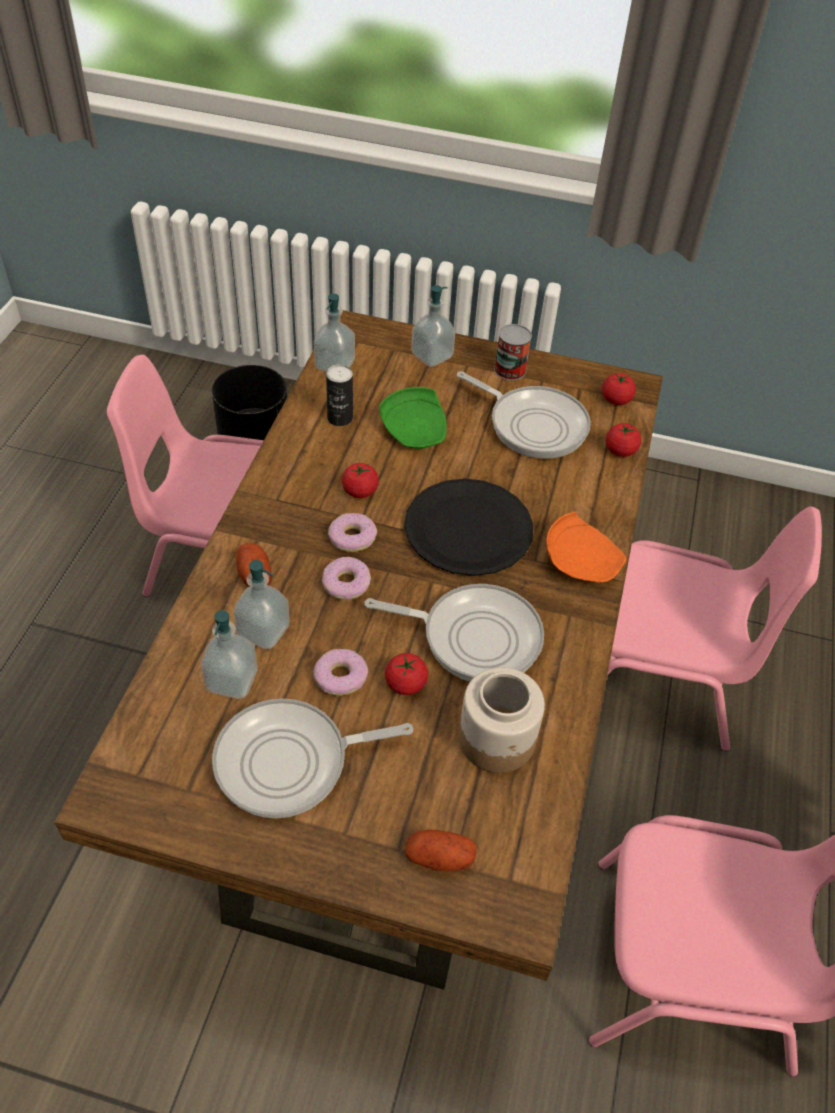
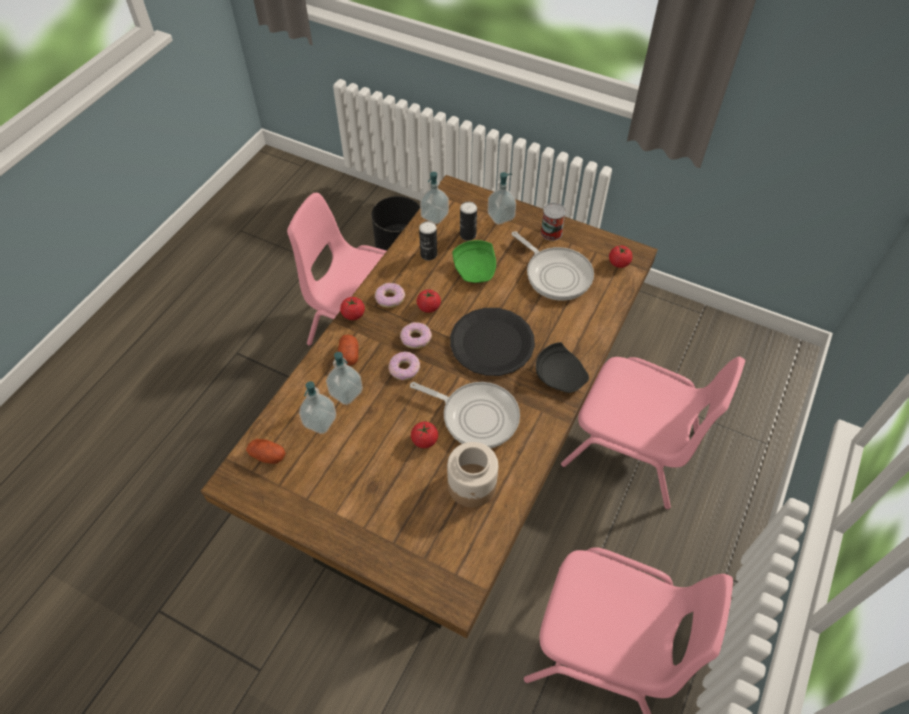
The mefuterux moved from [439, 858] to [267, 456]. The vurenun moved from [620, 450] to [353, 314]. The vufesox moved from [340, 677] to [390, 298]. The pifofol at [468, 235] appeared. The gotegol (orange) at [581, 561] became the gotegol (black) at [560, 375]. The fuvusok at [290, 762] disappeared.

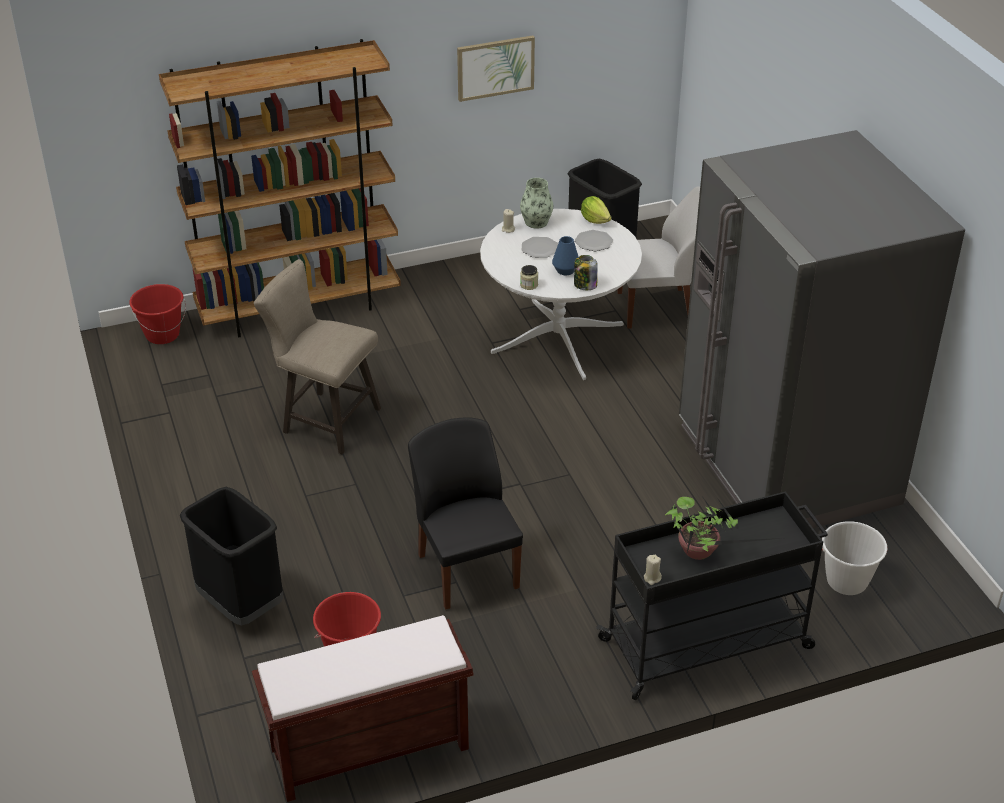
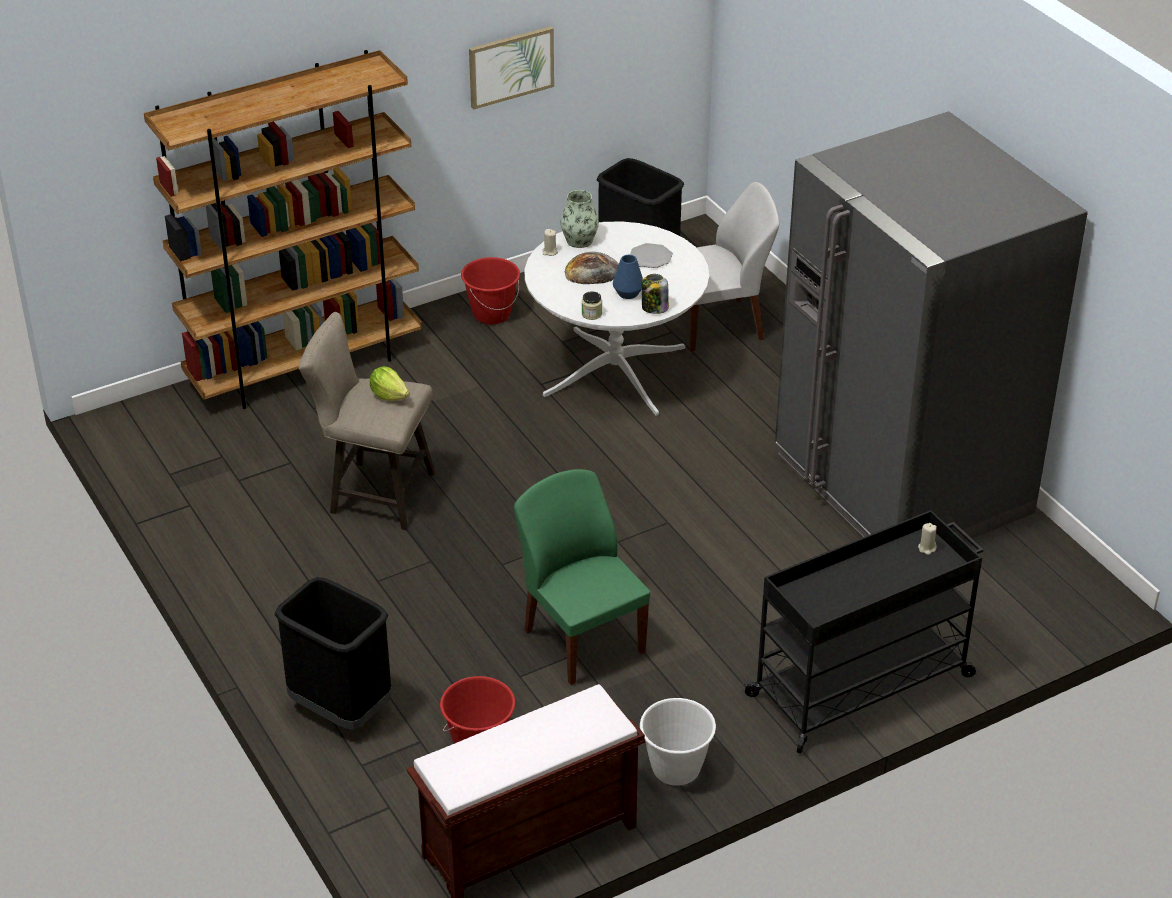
The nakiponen moved from [595, 220] to [389, 395]. The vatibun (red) moved from [162, 335] to [491, 314]. The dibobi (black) at [467, 569] became the dibobi (green) at [583, 639]. The gotegol at [540, 248] was replaced by the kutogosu at [592, 271]. The vatibun (white) moved from [847, 582] to [676, 769]. The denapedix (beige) moved from [652, 578] to [927, 548]. The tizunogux at [700, 553] disappeared.

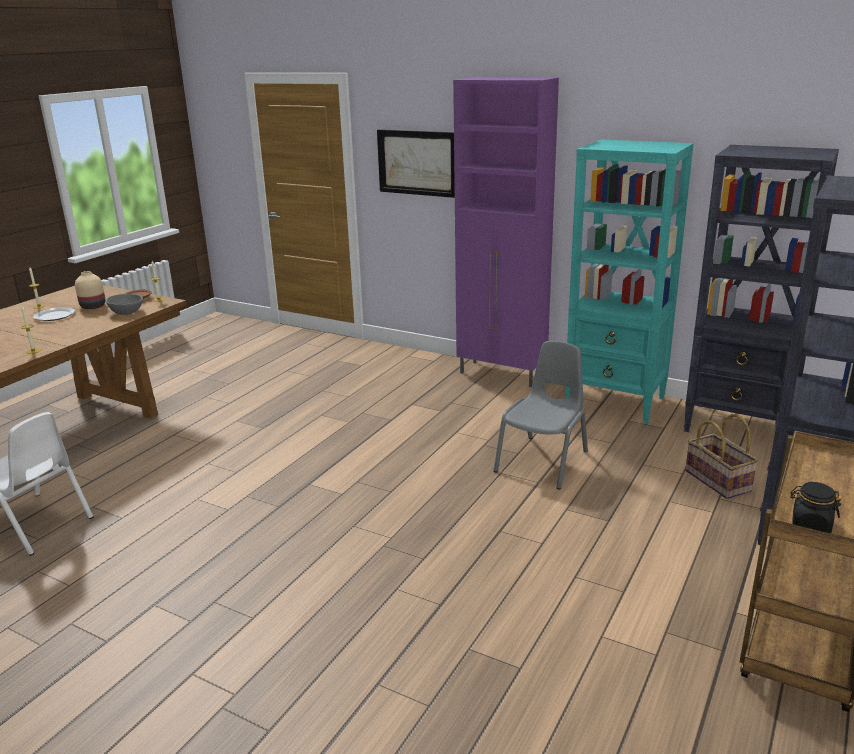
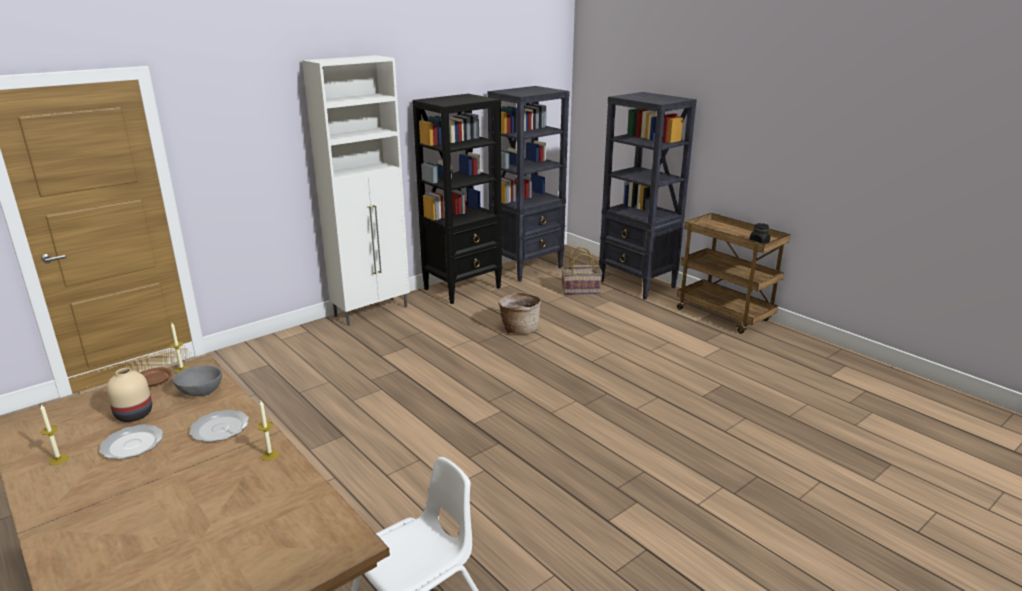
The gotegol at [220, 428] appeared. The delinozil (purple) at [502, 374] became the delinozil (white) at [372, 311]. The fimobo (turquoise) at [616, 402] became the fimobo (black) at [463, 288]. The dibobi (grey) at [543, 461] was replaced by the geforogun at [519, 329]. The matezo at [417, 162] disappeared.

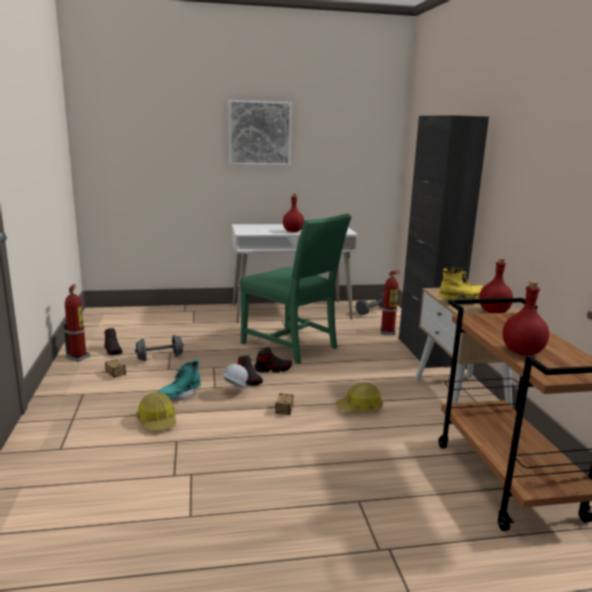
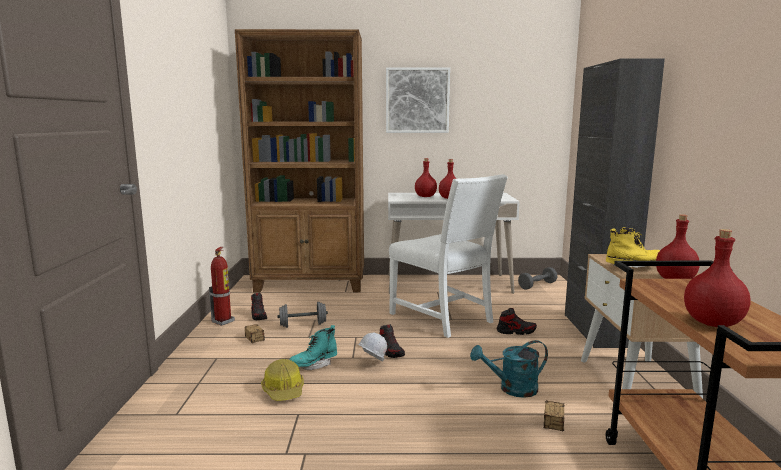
The fimobo (brown) at [311, 284] appeared. The dibobi (green) at [292, 345] became the dibobi (white) at [444, 318]. The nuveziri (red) at [425, 196] appeared. The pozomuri at [360, 407] was replaced by the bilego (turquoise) at [512, 389]. The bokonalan moved from [273, 369] to [516, 331]. The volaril moved from [281, 417] to [553, 433]. The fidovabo at [388, 332] disappeared.

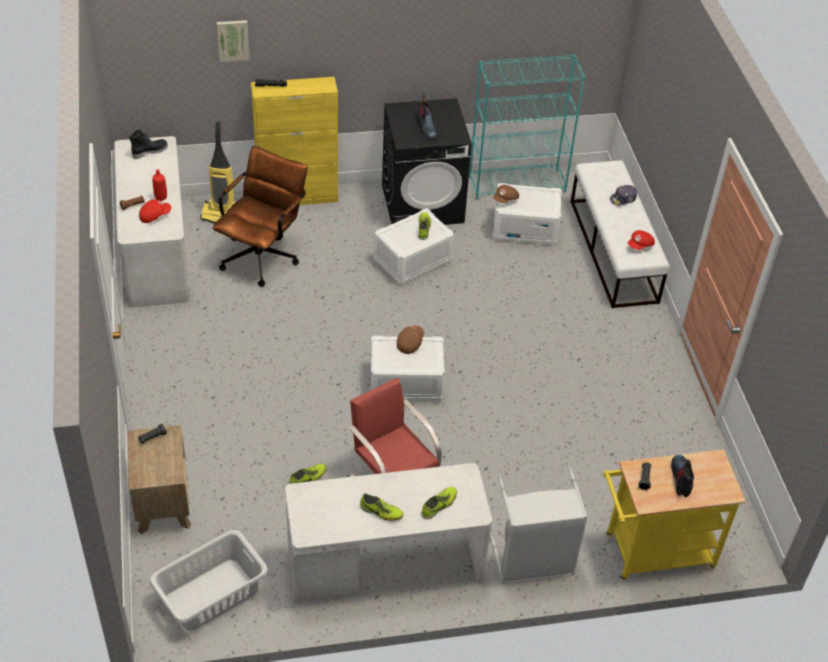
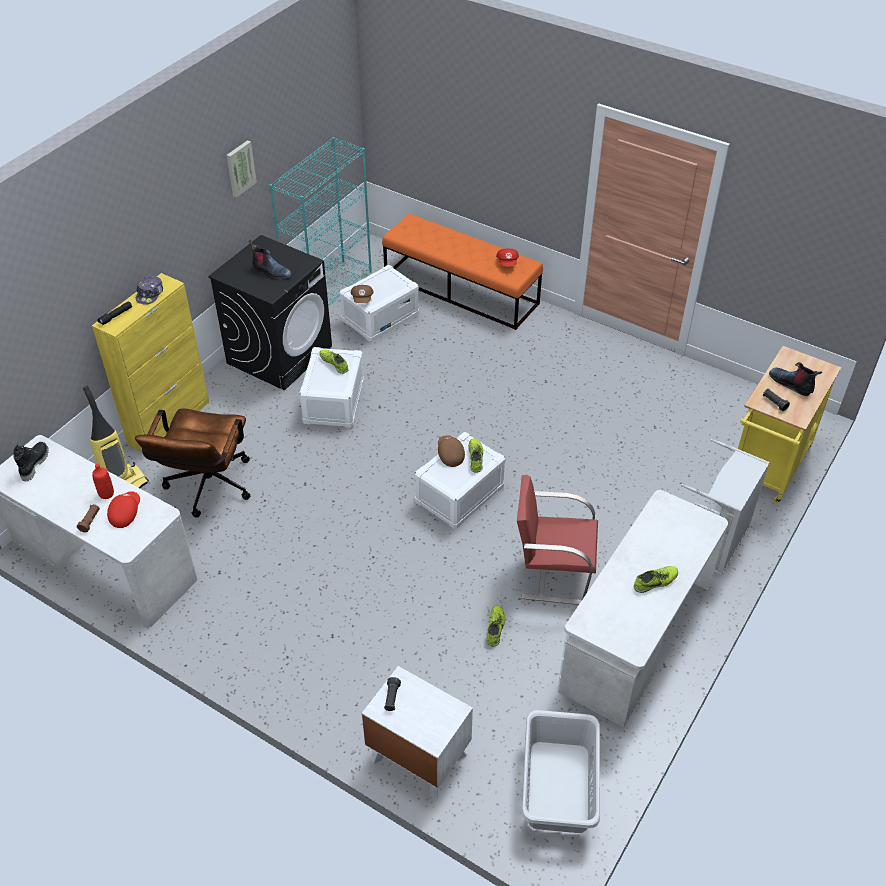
The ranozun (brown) at [263, 254] turned 150 degrees counterclockwise. The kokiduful moved from [623, 199] to [150, 294]. The matezo moved from [233, 40] to [240, 168]. The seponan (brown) at [163, 503] became the seponan (white) at [418, 757]. The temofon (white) at [613, 251] became the temofon (orange) at [461, 290]. The bokonalan moved from [439, 505] to [475, 457].

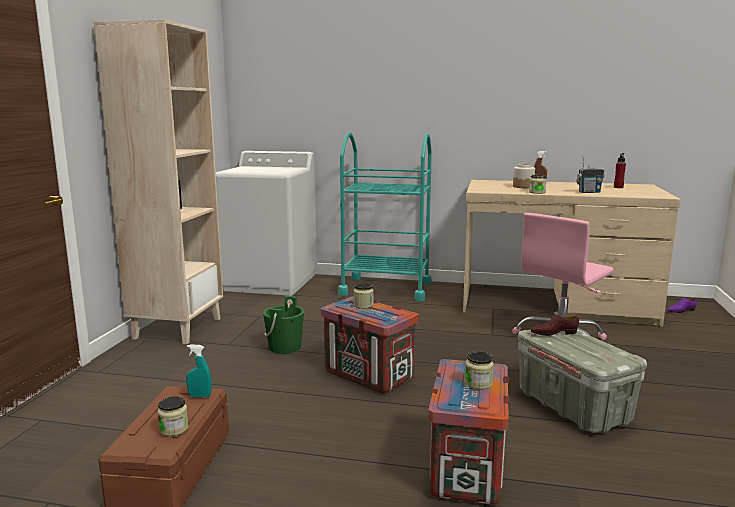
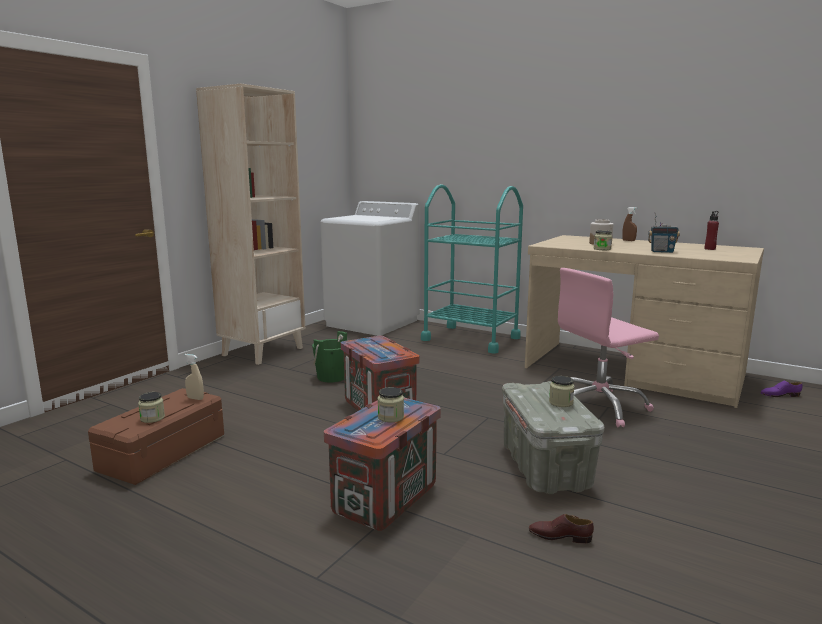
The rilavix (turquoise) at [200, 396] became the rilavix (beige) at [195, 398]. The bokonalan (brown) moved from [553, 333] to [560, 536]. The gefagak moved from [363, 305] to [561, 403].

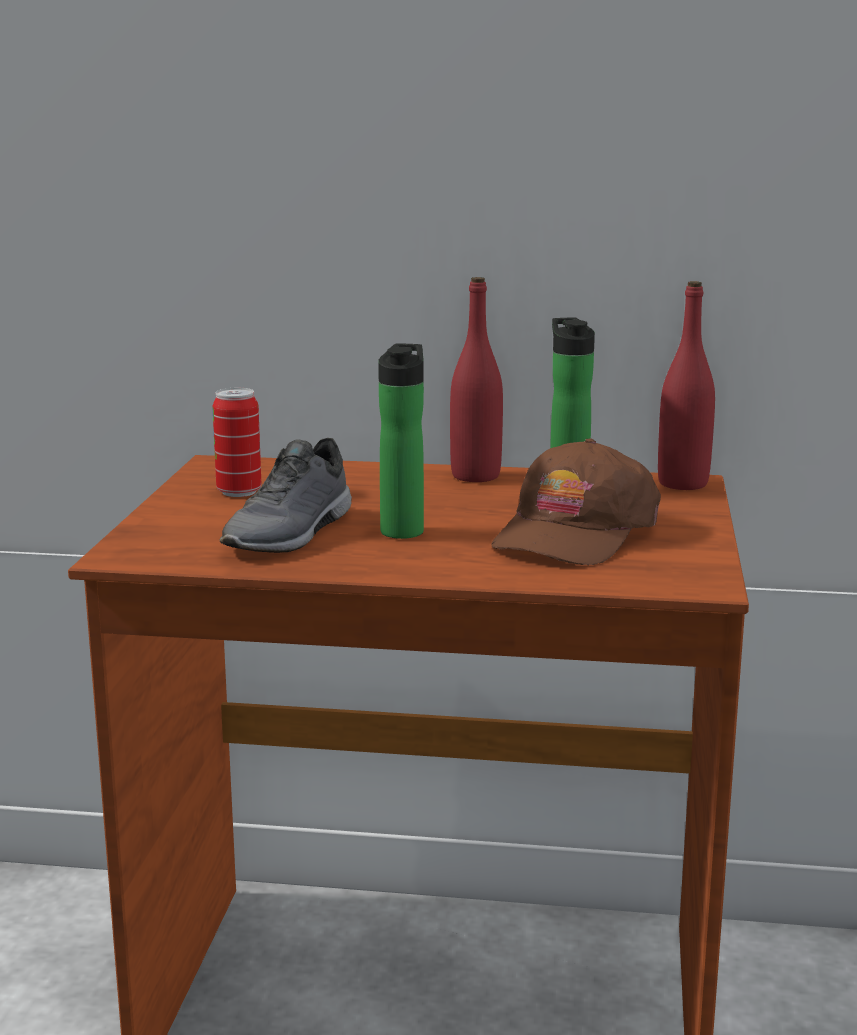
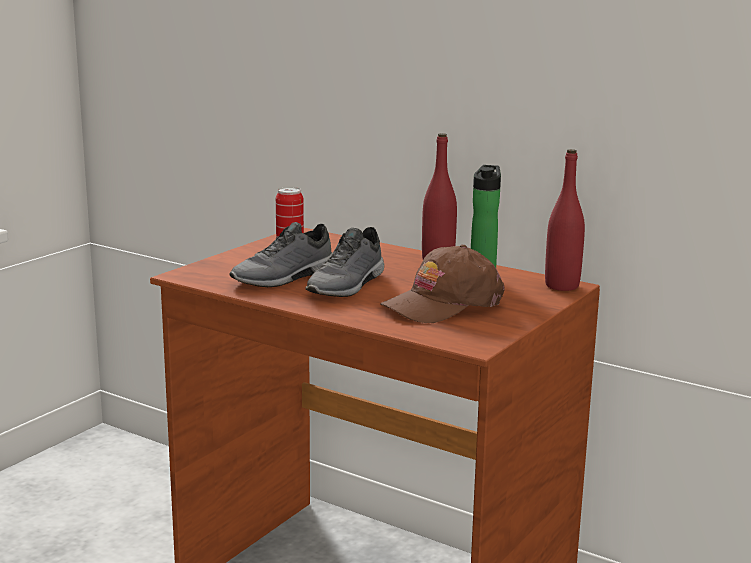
The nuveziri at [403, 530] was replaced by the bokonalan (grey) at [348, 285].

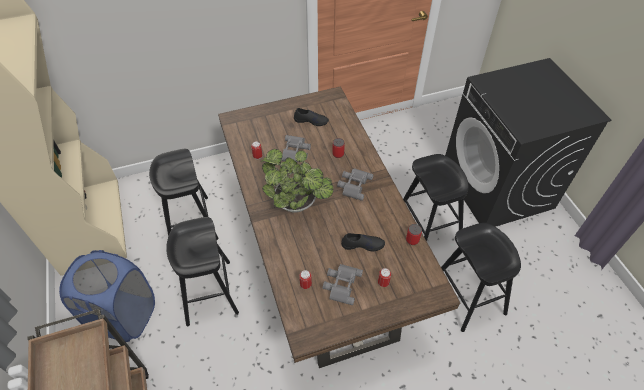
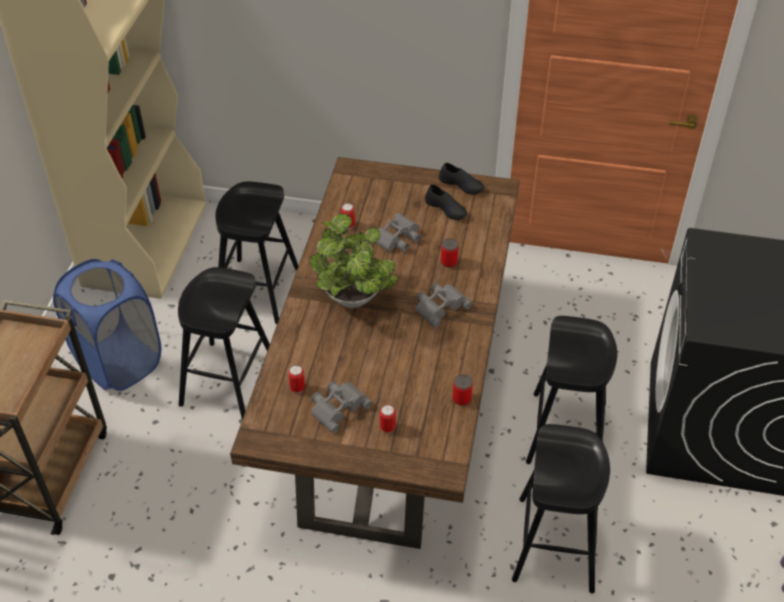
The bokonalan (black) moved from [362, 244] to [462, 185].

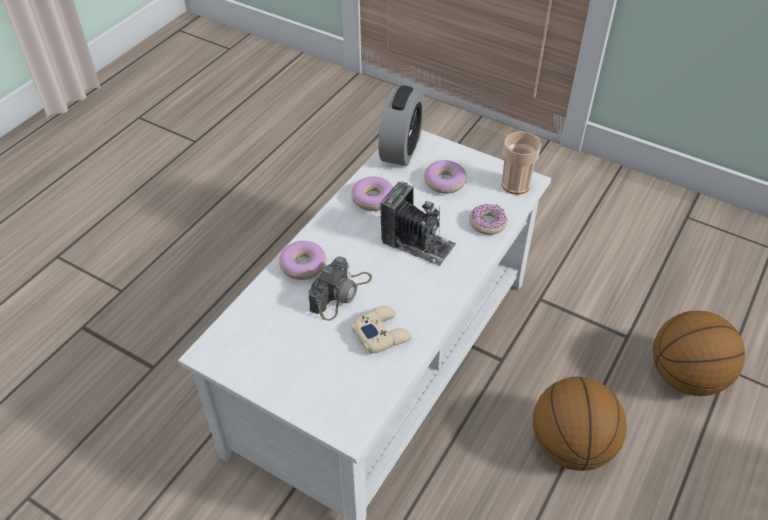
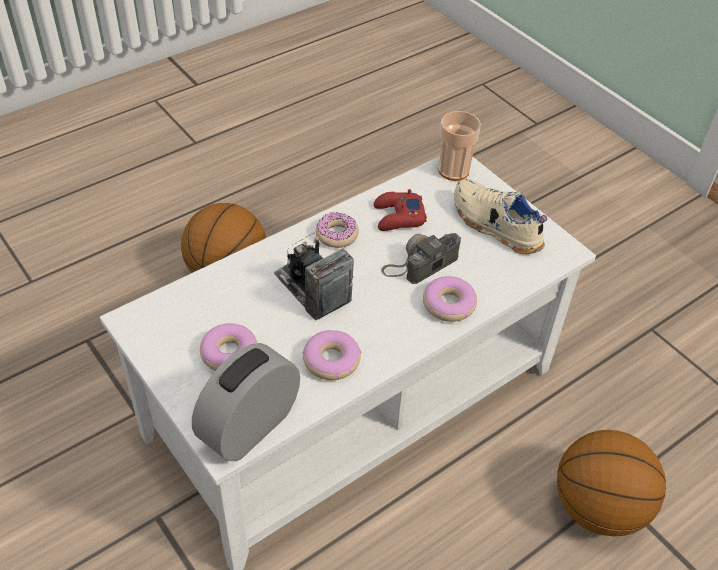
The vufesox moved from [487, 223] to [337, 235]. The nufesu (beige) at [381, 334] became the nufesu (red) at [398, 217]. The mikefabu moved from [515, 185] to [453, 171]. The bokonalan (beige) at [494, 226] appeared. The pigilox moved from [686, 377] to [597, 507].

